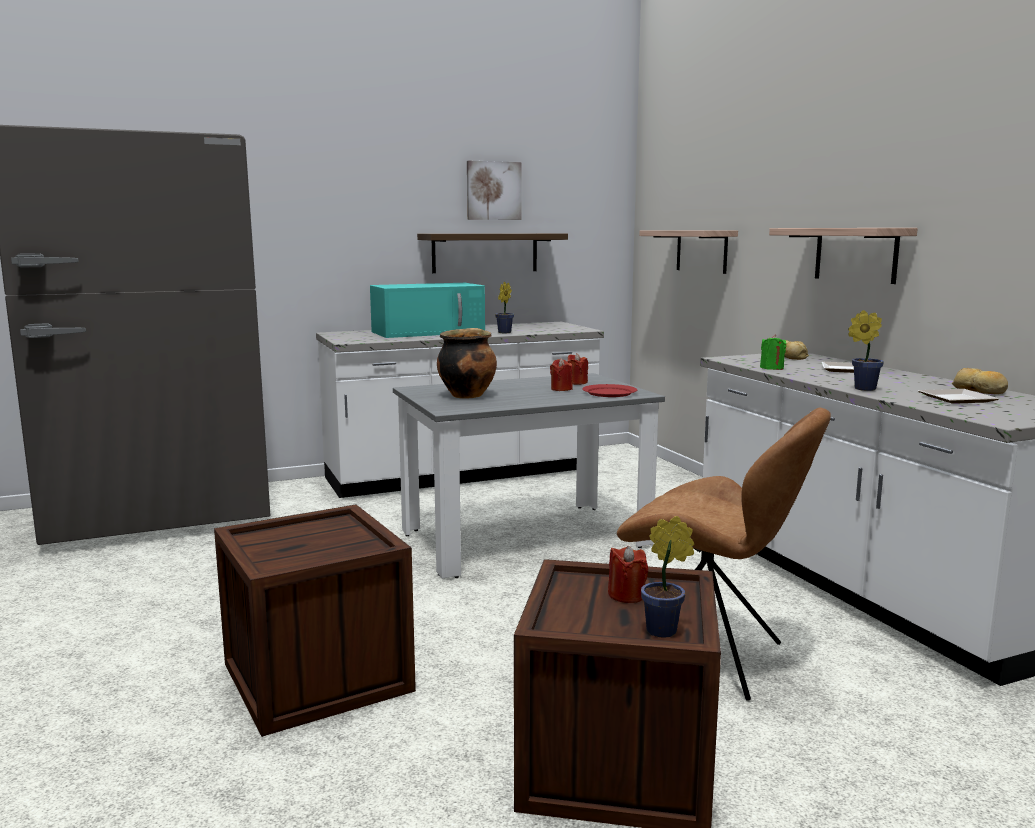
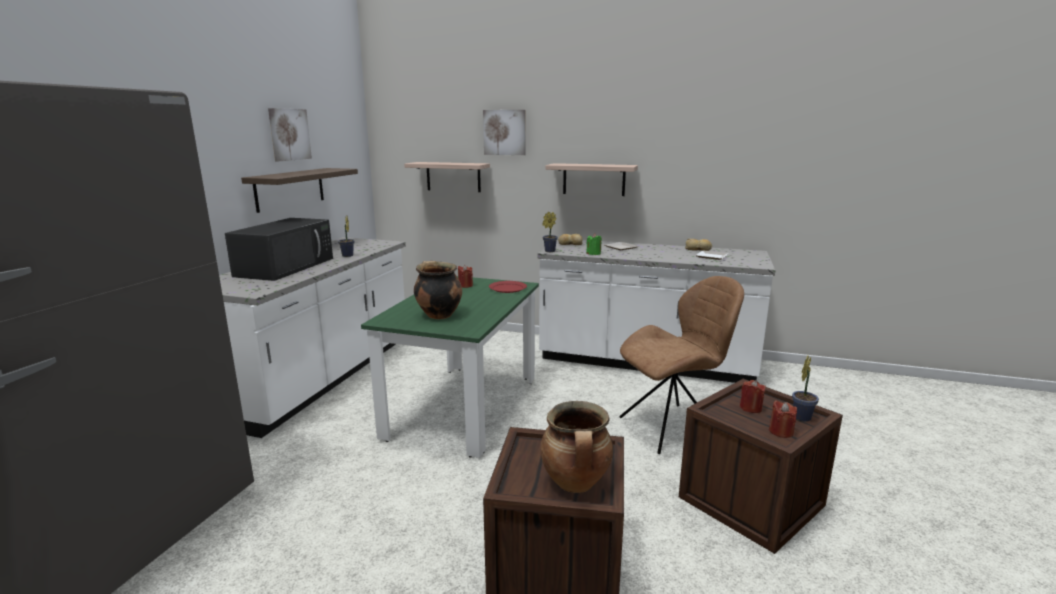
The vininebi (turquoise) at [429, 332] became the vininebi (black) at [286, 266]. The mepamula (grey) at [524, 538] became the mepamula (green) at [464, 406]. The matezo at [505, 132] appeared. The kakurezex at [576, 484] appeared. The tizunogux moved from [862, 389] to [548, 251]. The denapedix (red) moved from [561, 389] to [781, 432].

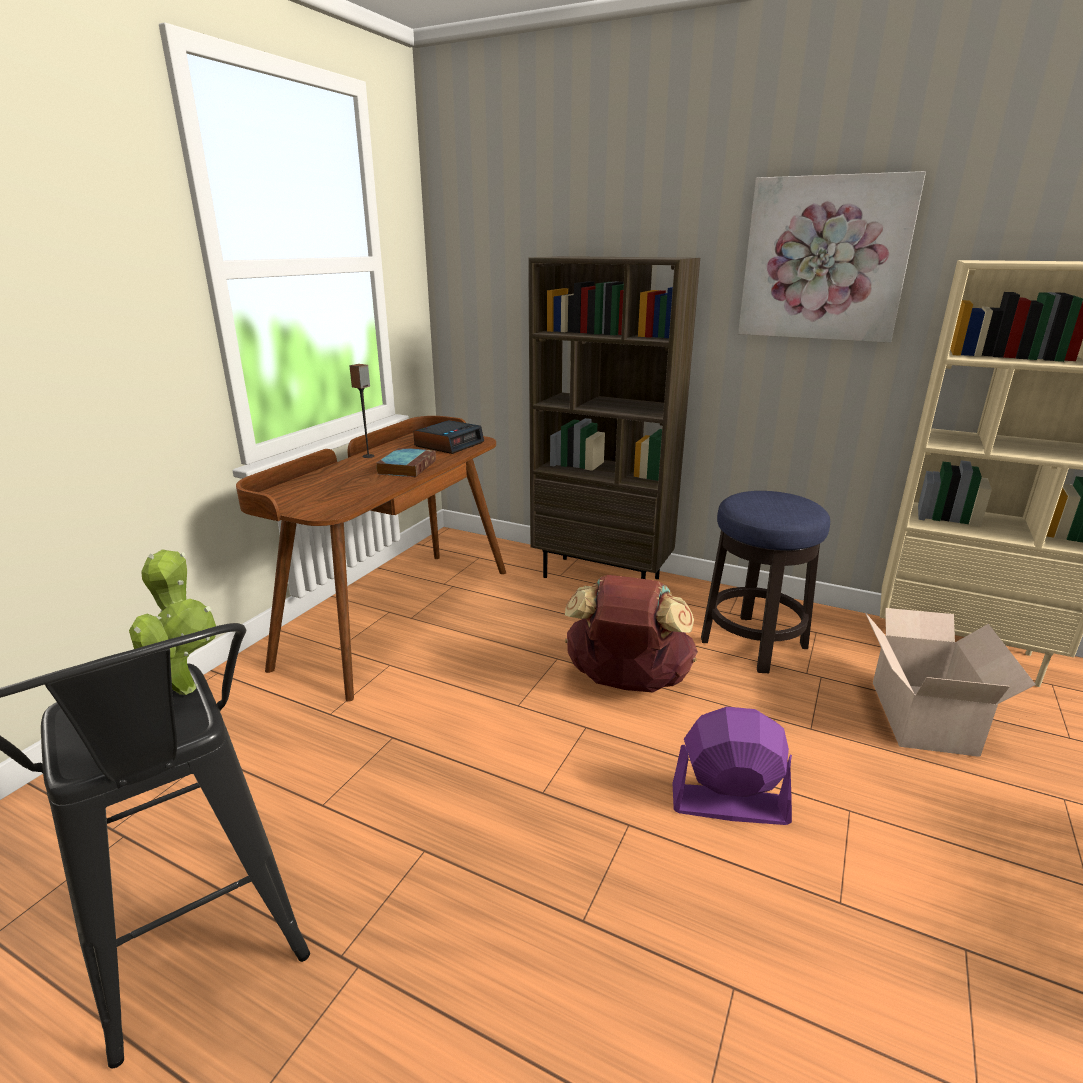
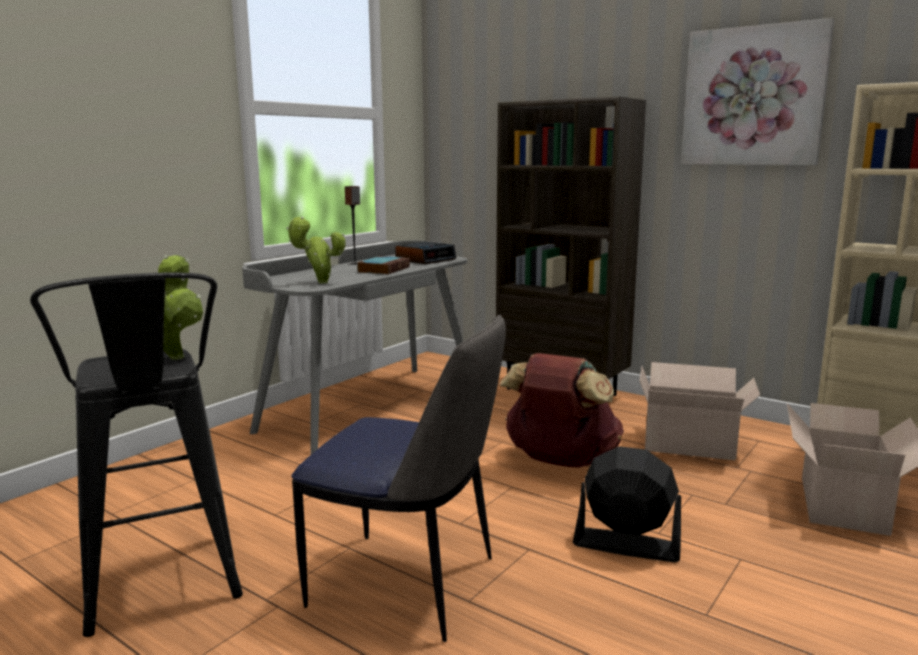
The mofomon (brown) at [399, 614] became the mofomon (grey) at [370, 405]. The tizunogux at [319, 283] appeared. The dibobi at [408, 584] appeared. The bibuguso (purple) at [729, 804] became the bibuguso (black) at [626, 545]. The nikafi at [753, 644] was replaced by the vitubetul at [692, 444].

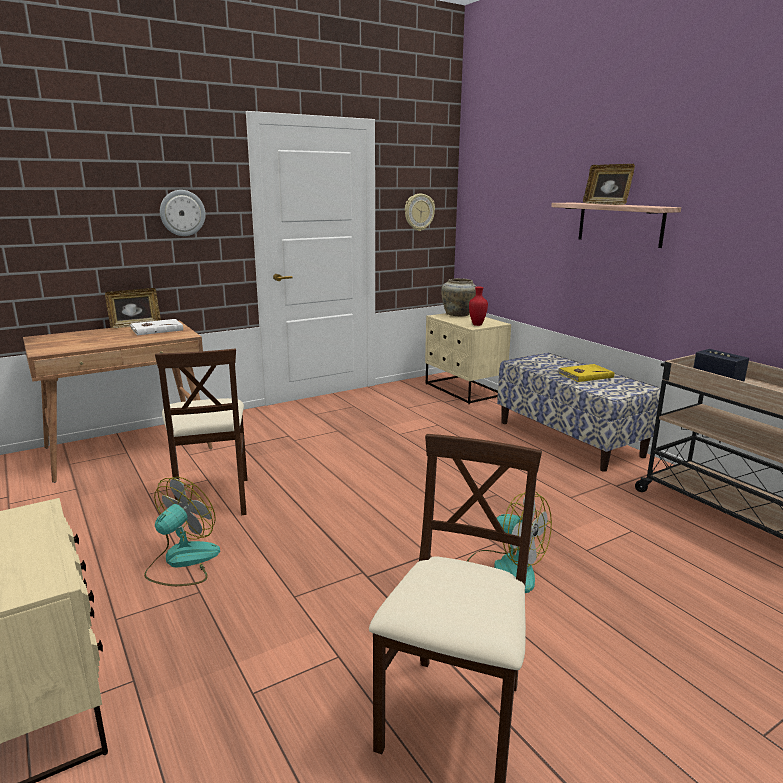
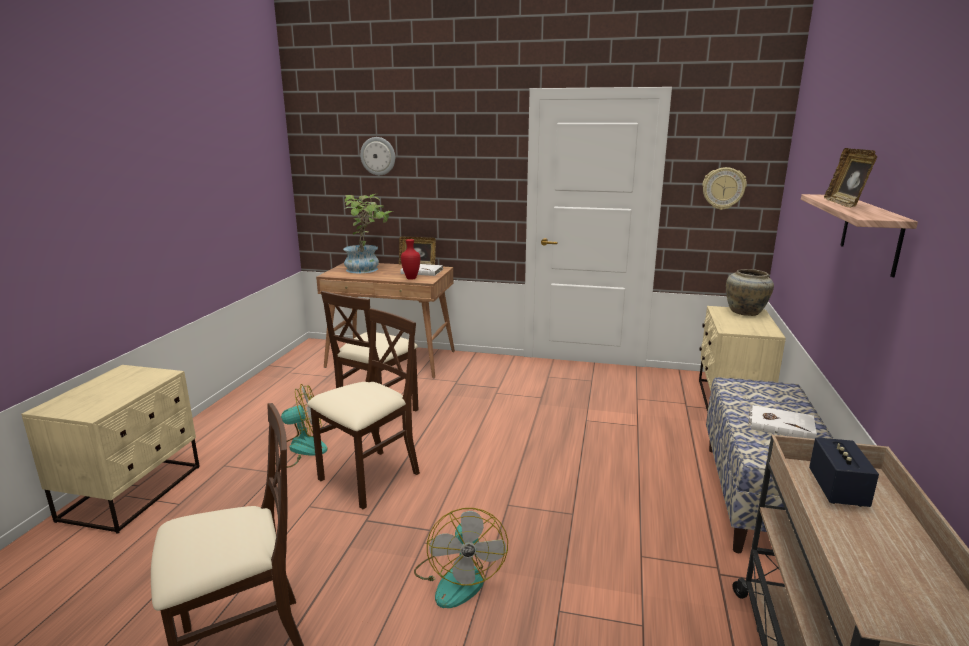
The dibobi (beige) at [369, 478] appeared. The tizunogux at [367, 269] appeared. The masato moved from [182, 213] to [378, 156]. The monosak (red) moved from [477, 324] to [412, 278]. The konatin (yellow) at [584, 375] became the konatin (white) at [781, 425].

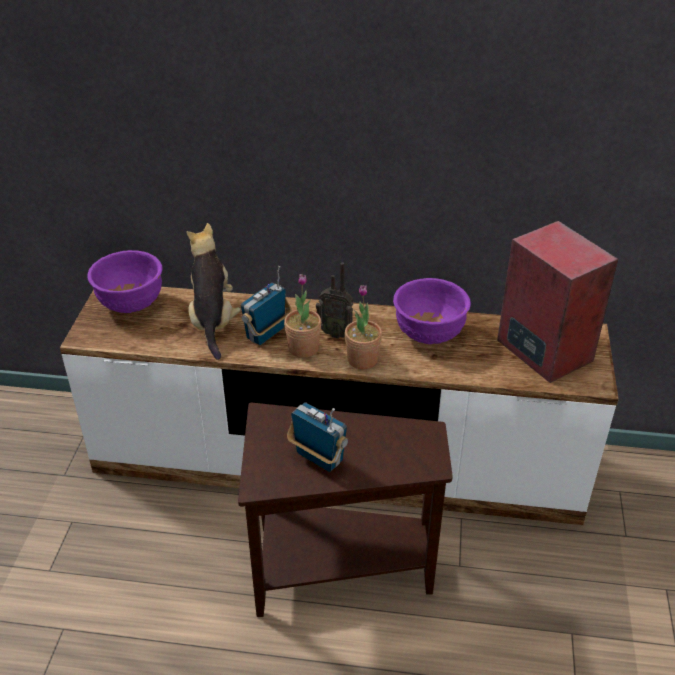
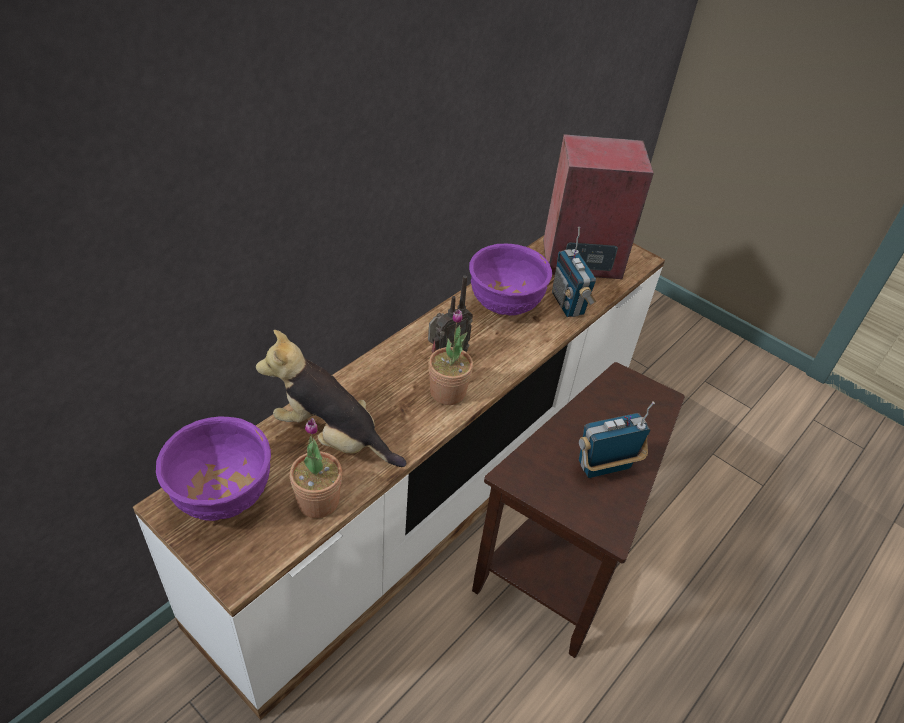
The tizunogux moved from [362, 359] to [318, 501]. The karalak moved from [266, 334] to [568, 304].

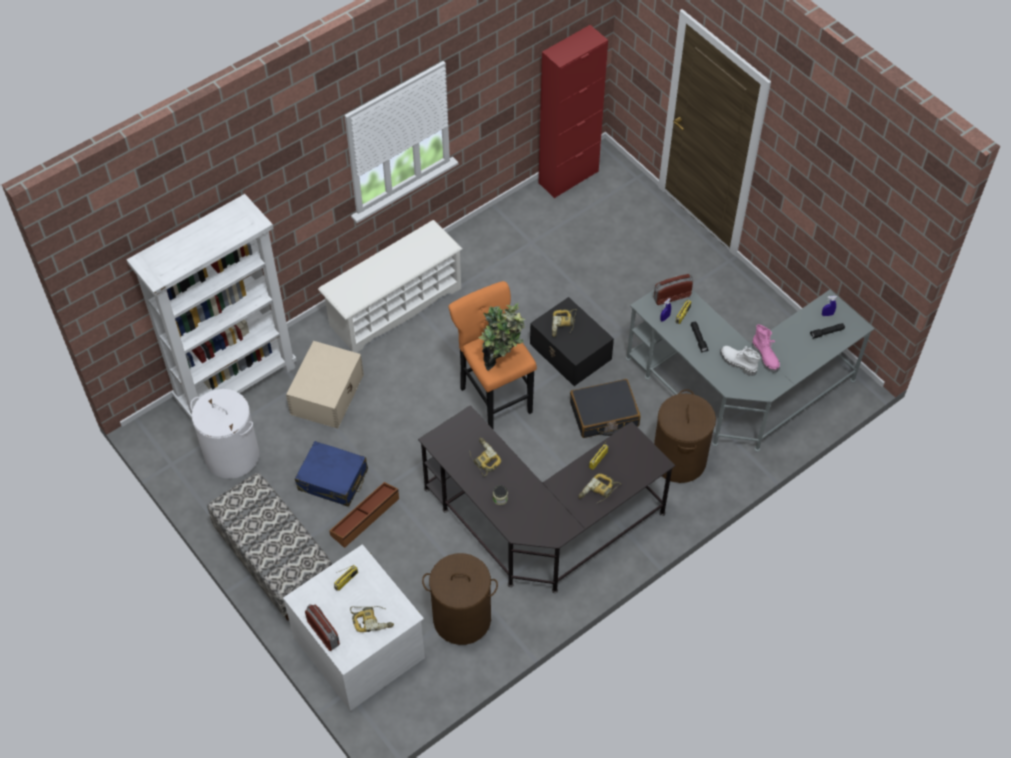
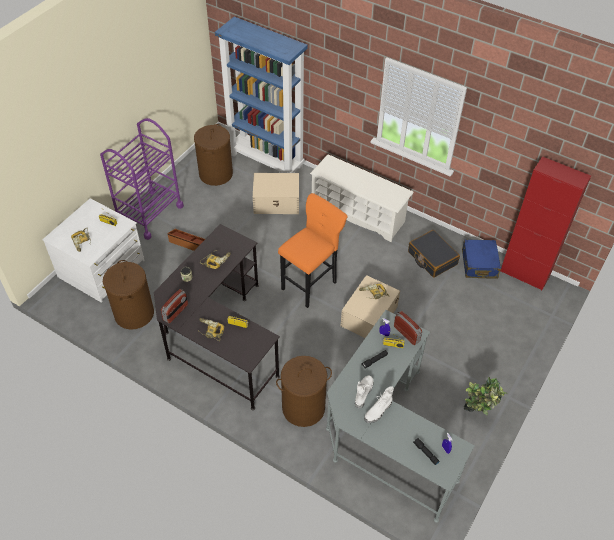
The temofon at [275, 562] was replaced by the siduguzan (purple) at [150, 214]. The karalak moved from [324, 633] to [176, 312]. The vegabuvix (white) at [232, 455] became the vegabuvix (brown) at [216, 174]. The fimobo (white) at [237, 383] became the fimobo (blue) at [266, 161]. The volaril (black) at [570, 352] became the volaril (beige) at [368, 316]. The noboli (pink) at [765, 357] became the noboli (white) at [378, 411]. The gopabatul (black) moved from [604, 415] to [432, 258]. The gopabatul (blue) moved from [333, 480] to [479, 264]. The tizunogux moved from [501, 361] to [476, 415].

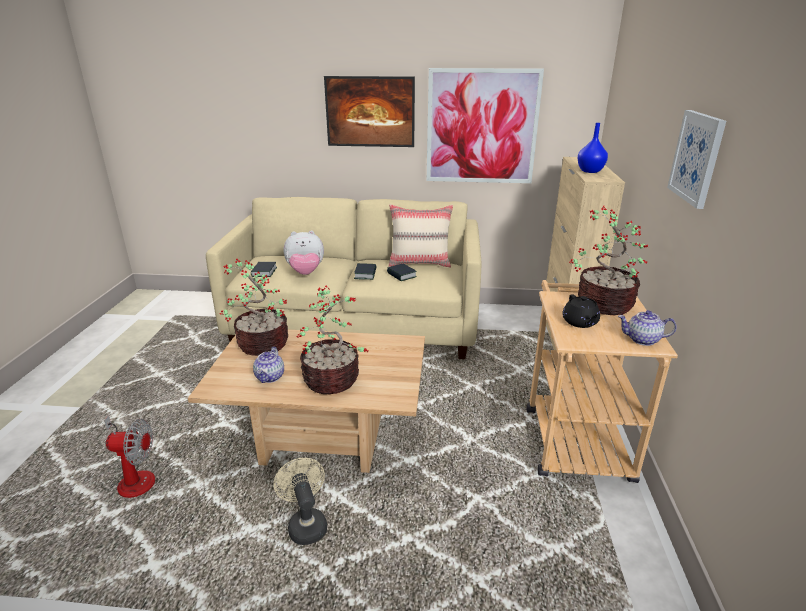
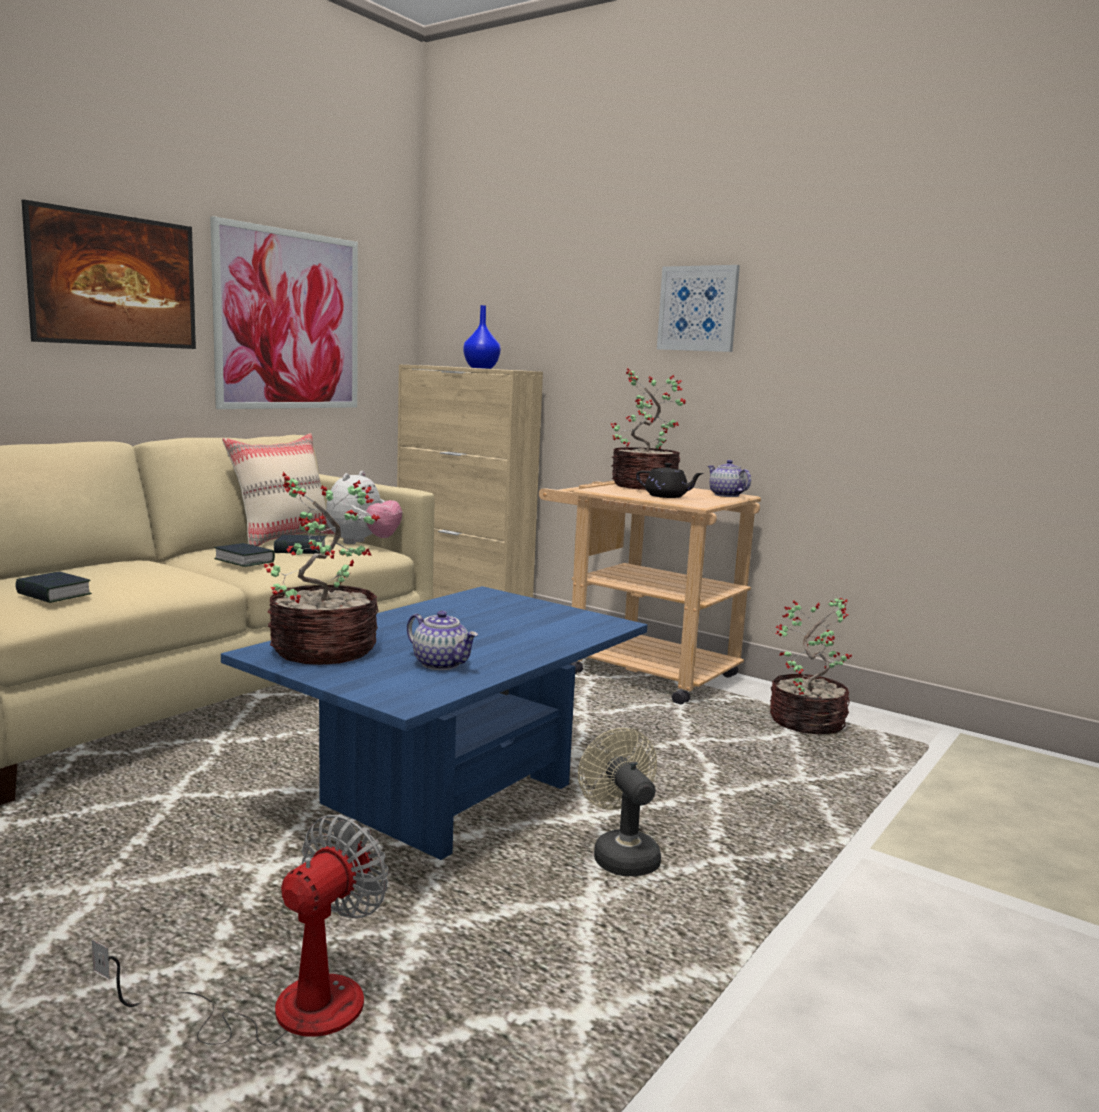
The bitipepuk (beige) at [324, 438] became the bitipepuk (blue) at [448, 795]. The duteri moved from [305, 273] to [362, 543]. The bibuguso (beige) at [306, 524] turned 60 degrees clockwise. The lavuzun at [642, 340] turned 105 degrees clockwise. The tizunogux moved from [333, 380] to [808, 723].

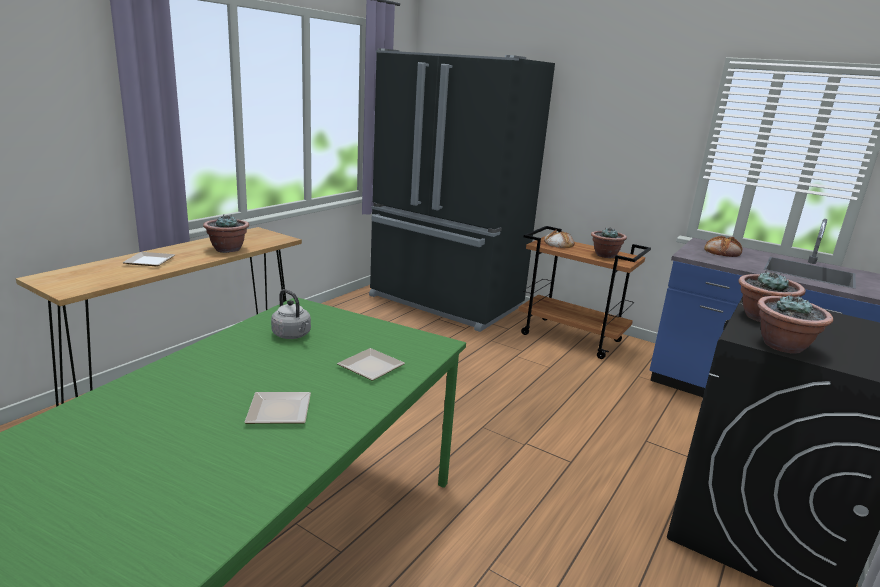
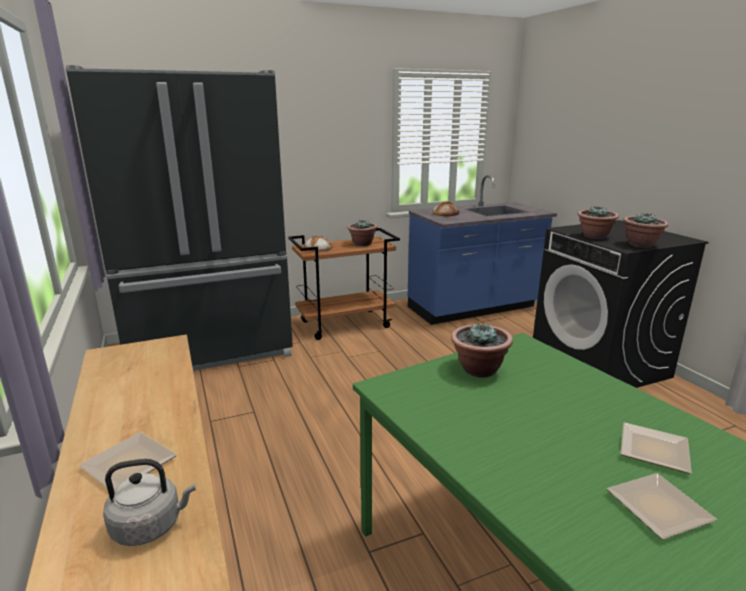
The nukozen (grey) moved from [292, 335] to [151, 526]. The tizunogux moved from [227, 249] to [478, 369]. The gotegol moved from [368, 367] to [658, 511].

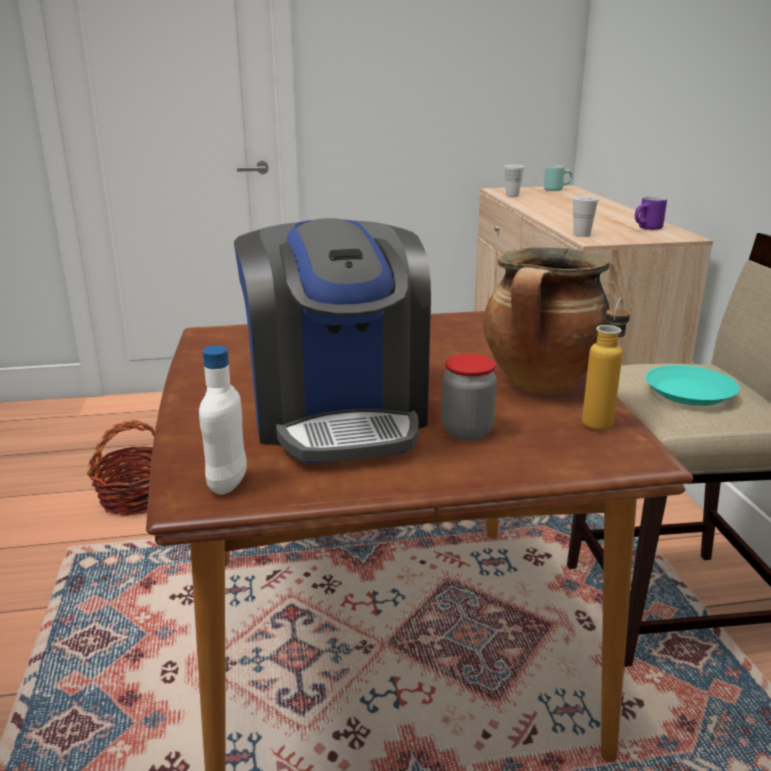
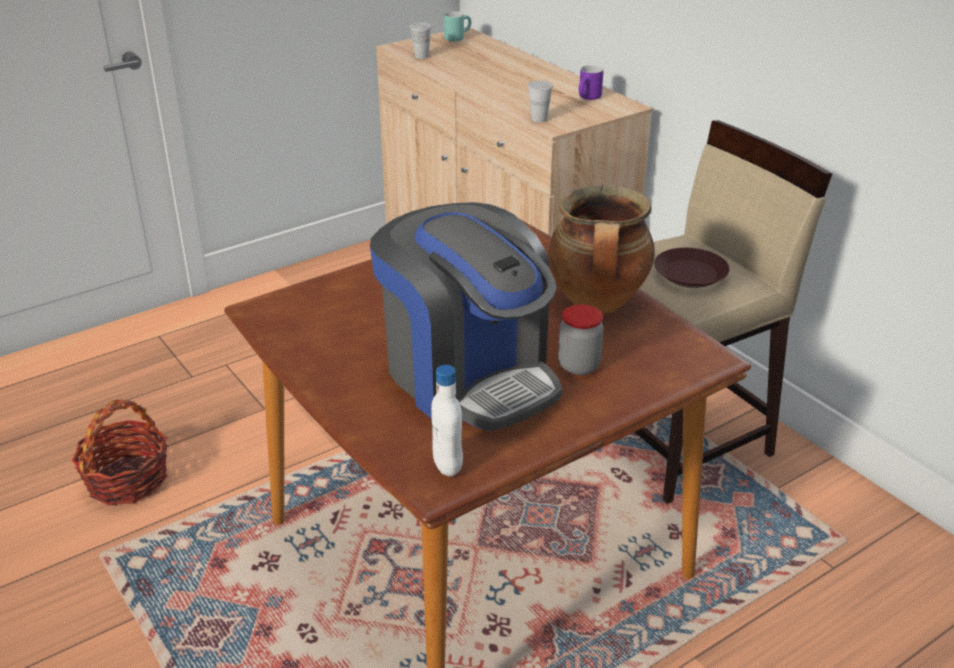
The gotegol (turquoise) at [688, 392] became the gotegol (brown) at [689, 274]. The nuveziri at [601, 420] disappeared.

